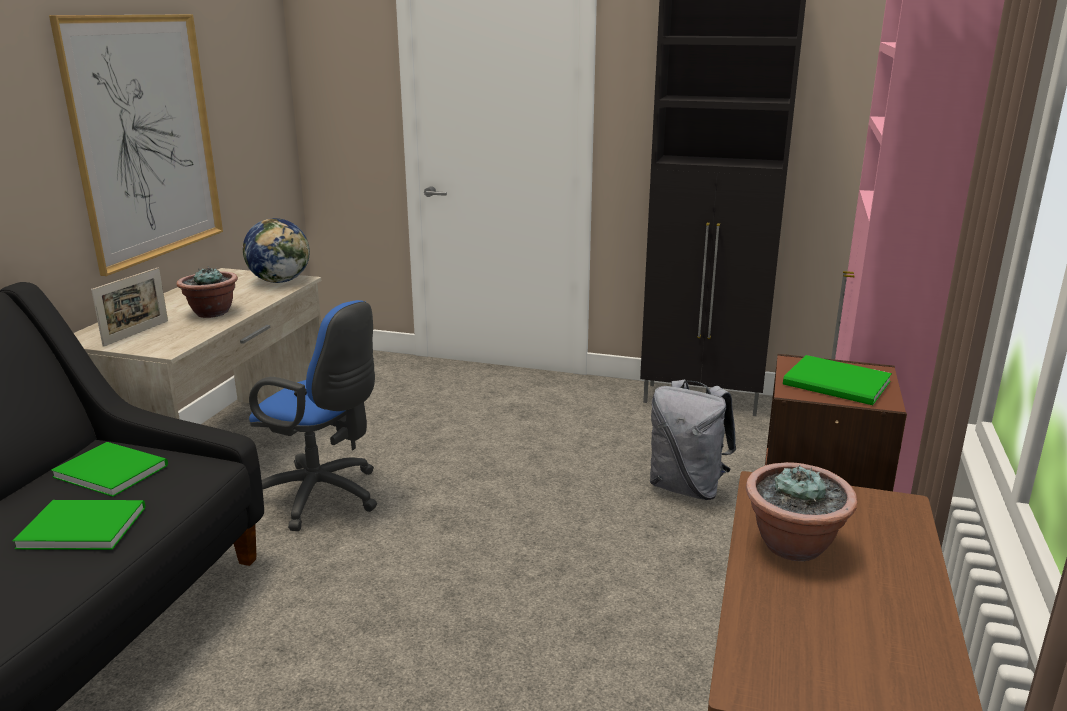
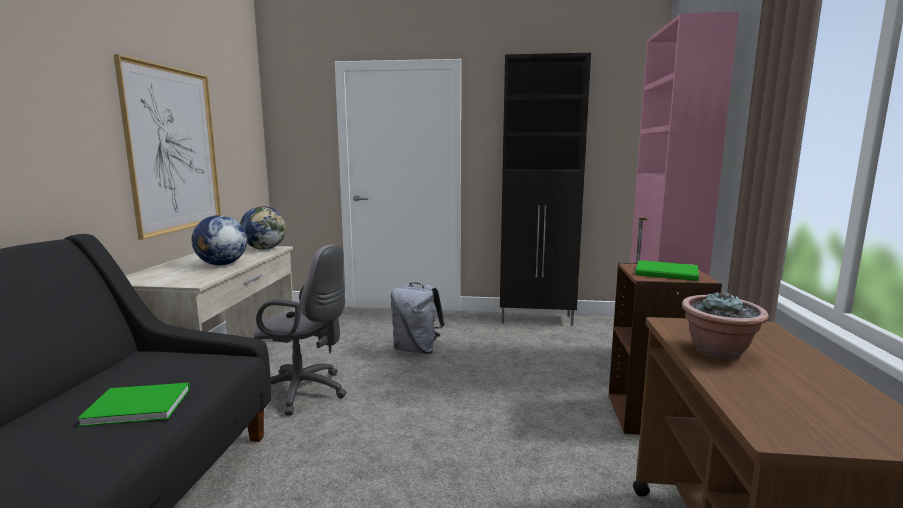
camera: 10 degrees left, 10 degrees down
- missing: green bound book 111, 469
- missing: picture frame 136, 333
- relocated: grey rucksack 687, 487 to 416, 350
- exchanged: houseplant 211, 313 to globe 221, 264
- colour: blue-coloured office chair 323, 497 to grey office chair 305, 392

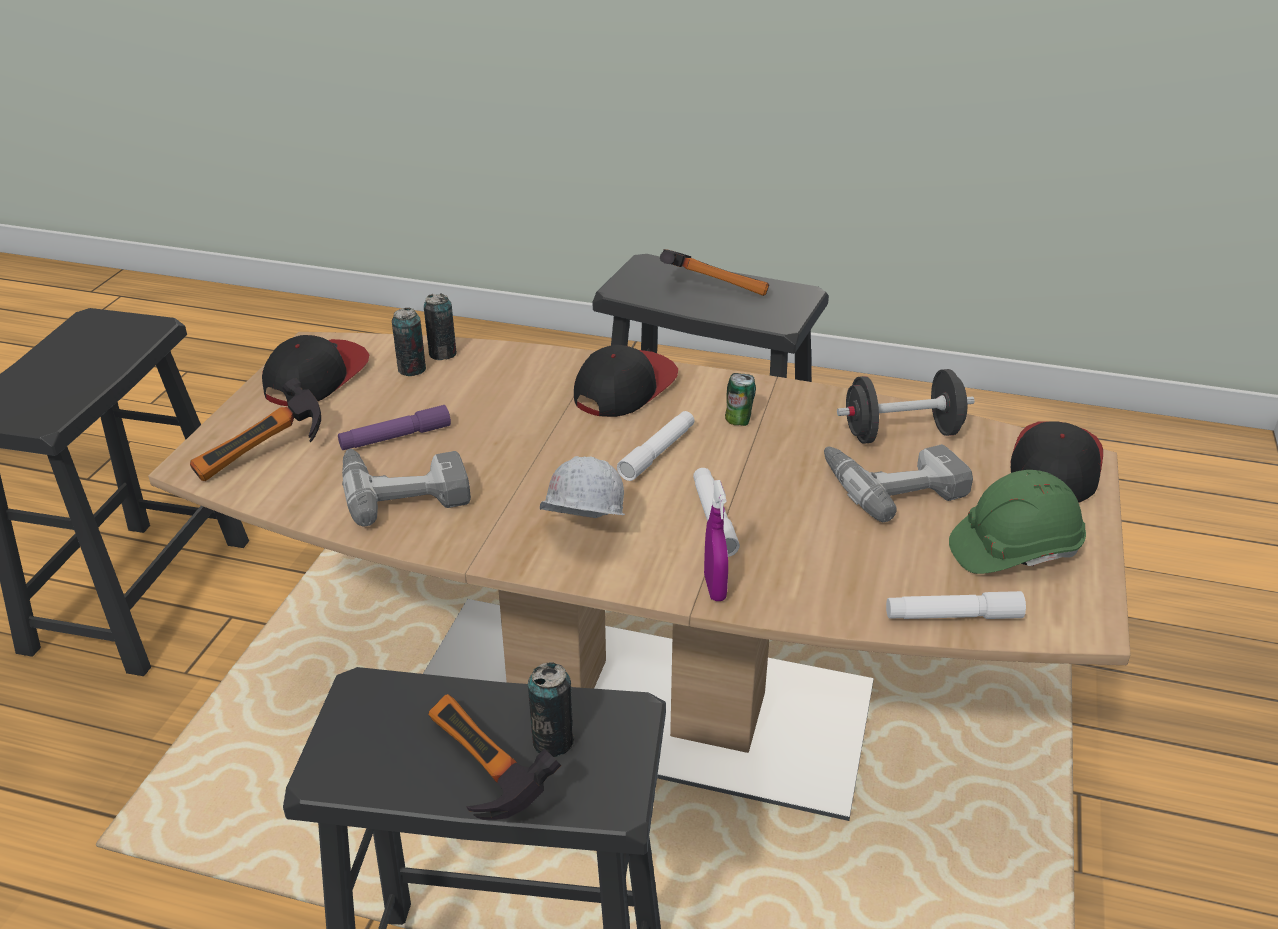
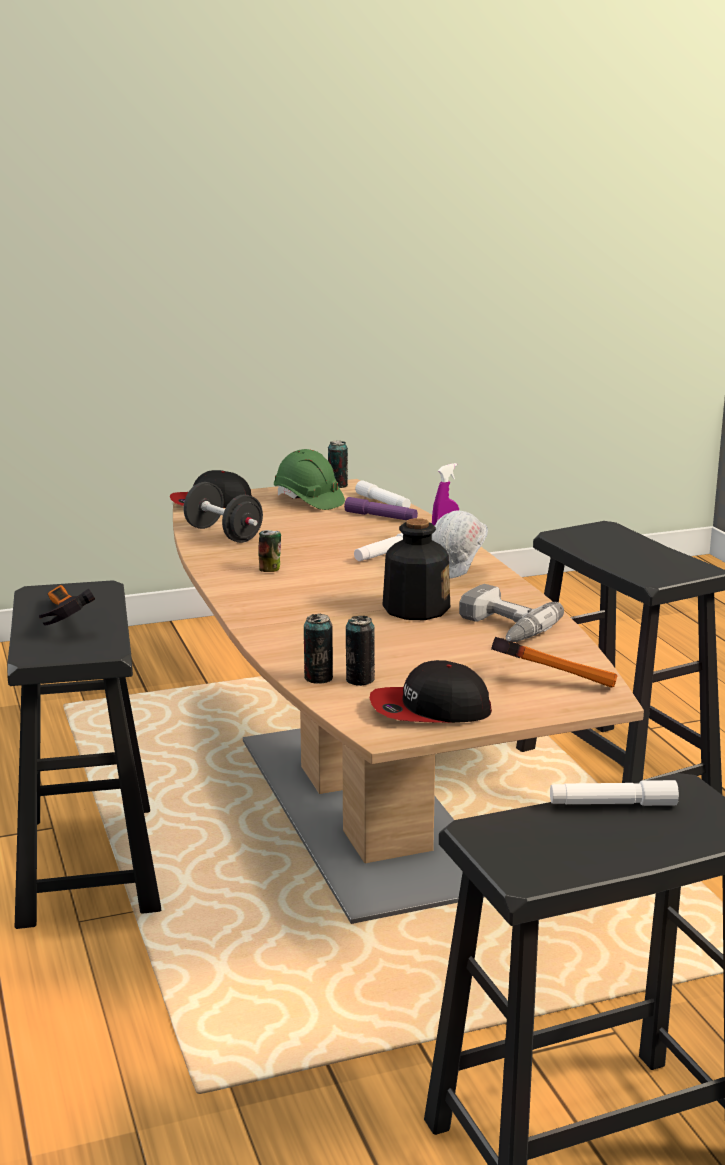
camera: 125 degrees left, 15 degrees down
- missing: tool hammer 476, 777
- missing: peaked cap 624, 387
- missing: drill 892, 483
- appeared: bottle 415, 608
- relocated: purple flashlight 395, 437 to 381, 517
- relocated: metal can 553, 741 to 337, 486
- relocated: white flashlight 657, 453 to 612, 804

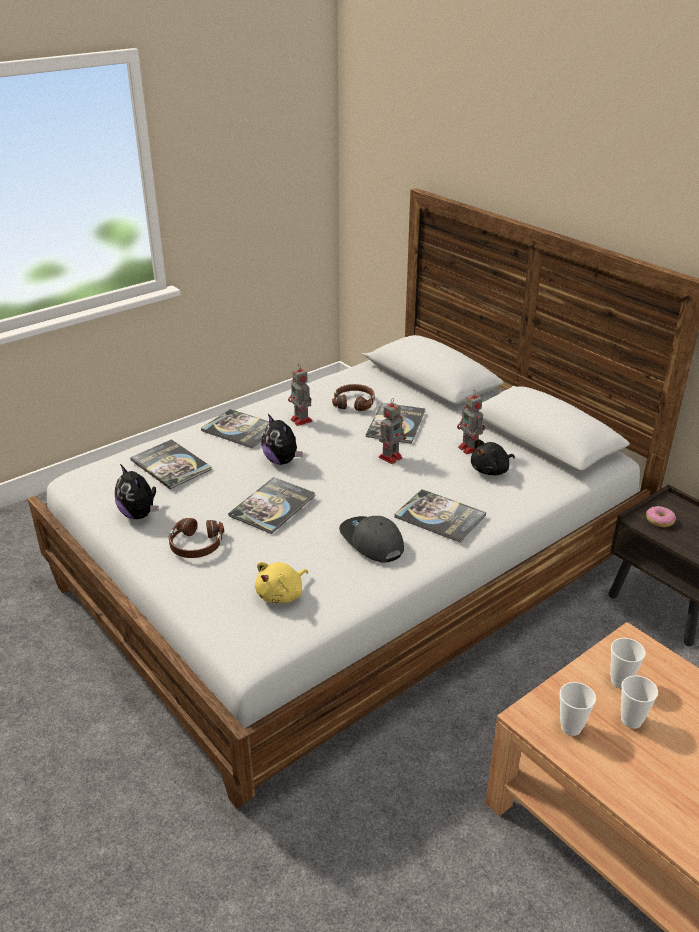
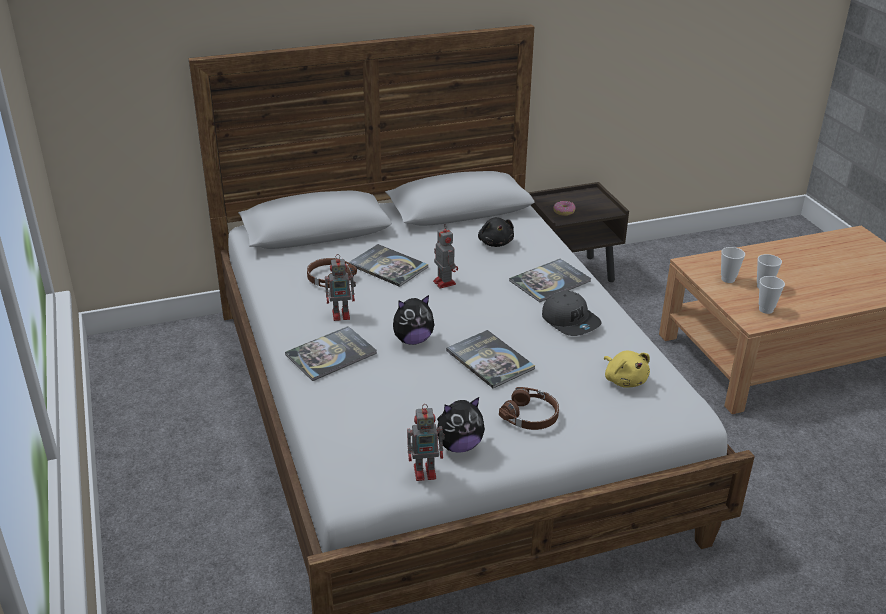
camera: 70 degrees left, 0 degrees up
- missing: bound book 171, 465
- relocated: toy robot 470, 449 to 426, 471
- spun: grey peaked cap 371, 542 = 570, 321 105 degrees counterclockwise

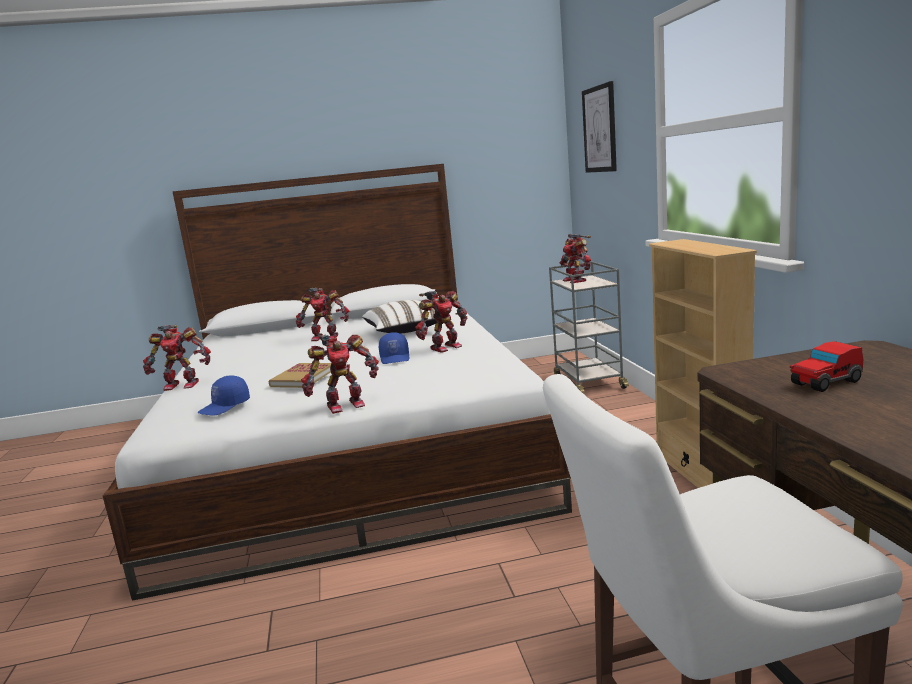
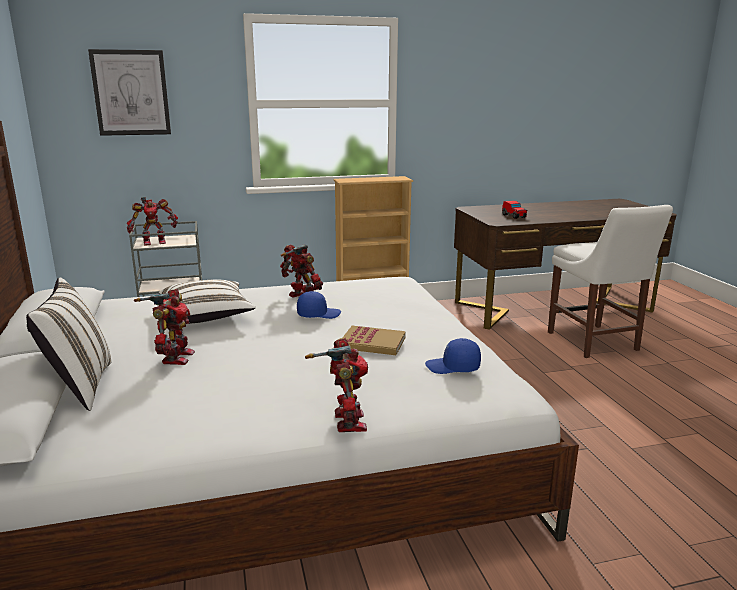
camera: 95 degrees left, 5 degrees up
- missing: toy robot 344, 405
- appeared: white throw pillow 79, 387
- spun: blue-coloured peaked cap 225, 407 = 453, 367 150 degrees clockwise

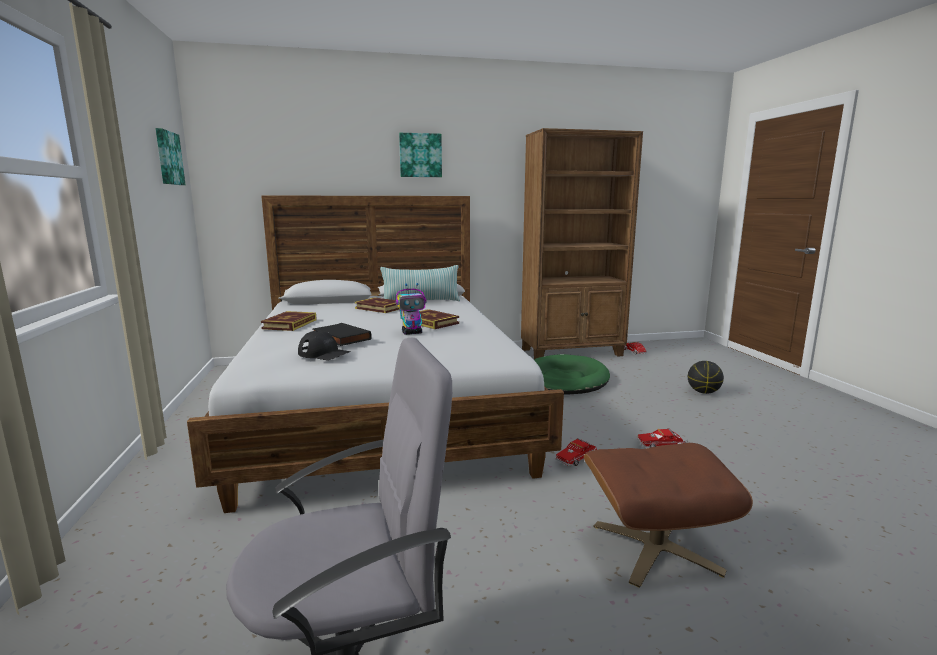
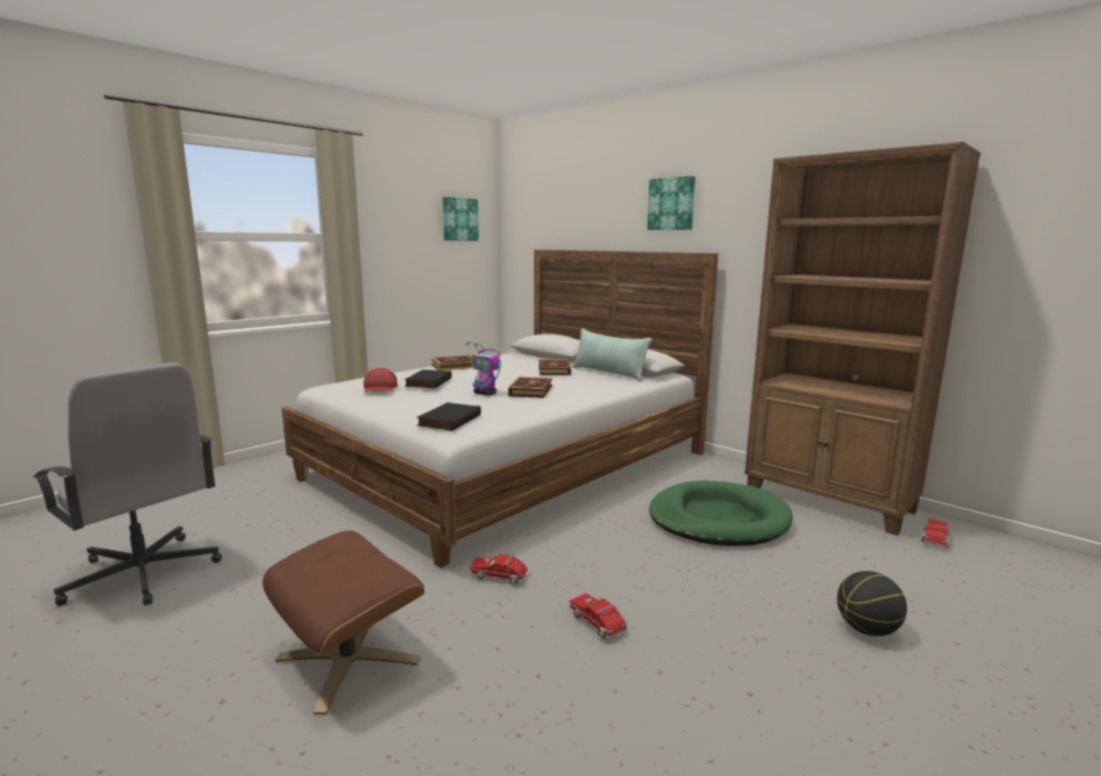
camera: 55 degrees right, 0 degrees up
- appeared: blackish bound book 448, 420
- colour: blackish peaked cap 324, 353 to red peaked cap 380, 388

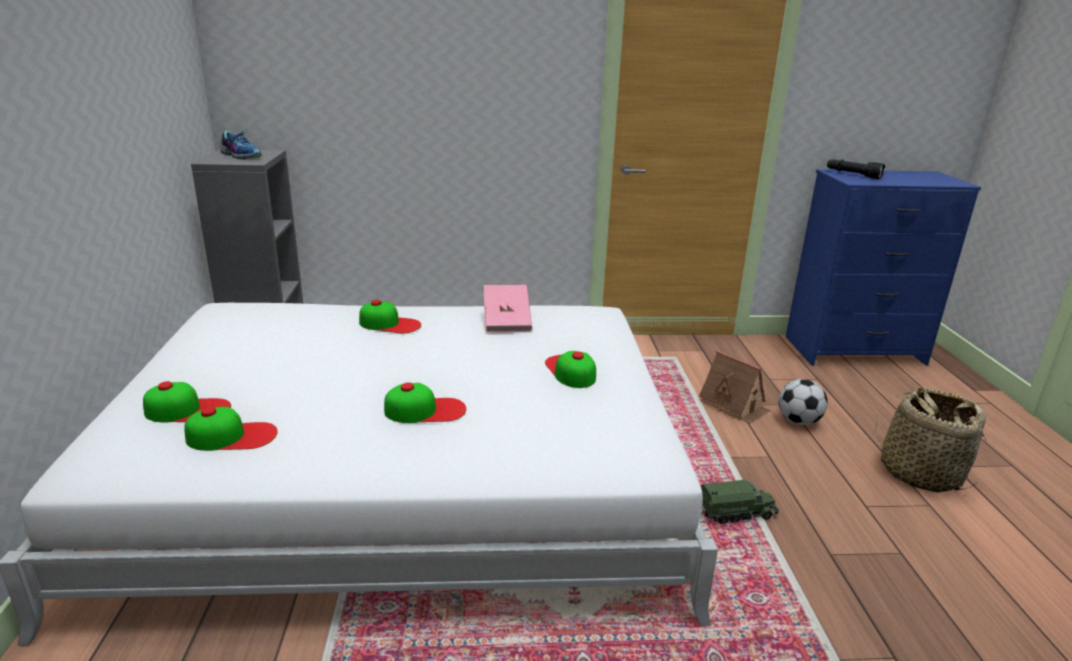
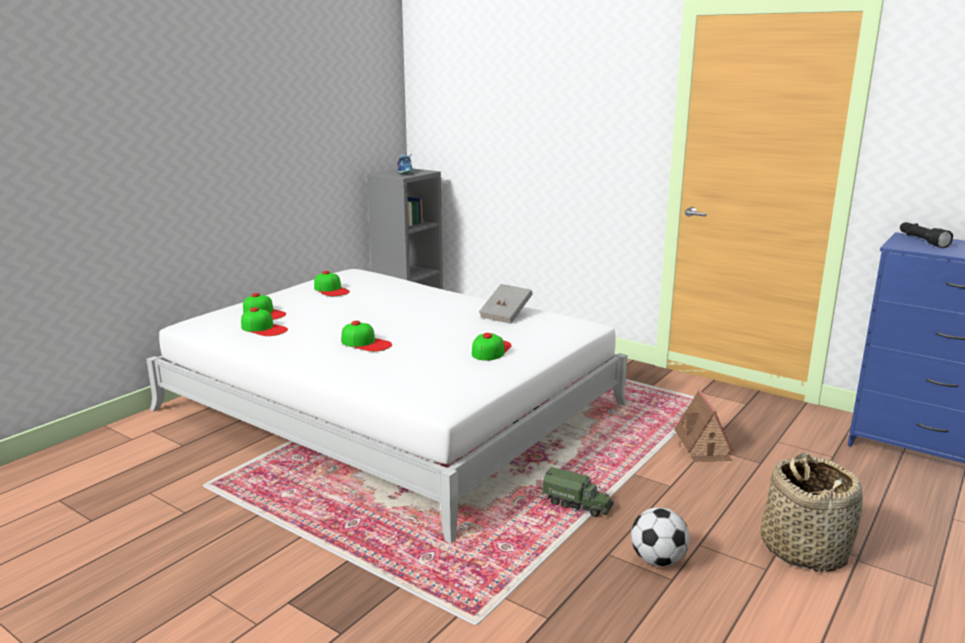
camera: 40 degrees right, 5 degrees down
- relocated: peaked cap 390, 324 to 331, 290
- relocated: football 798, 421 to 657, 560
- colour: pink bound book 507, 322 to grey bound book 506, 315

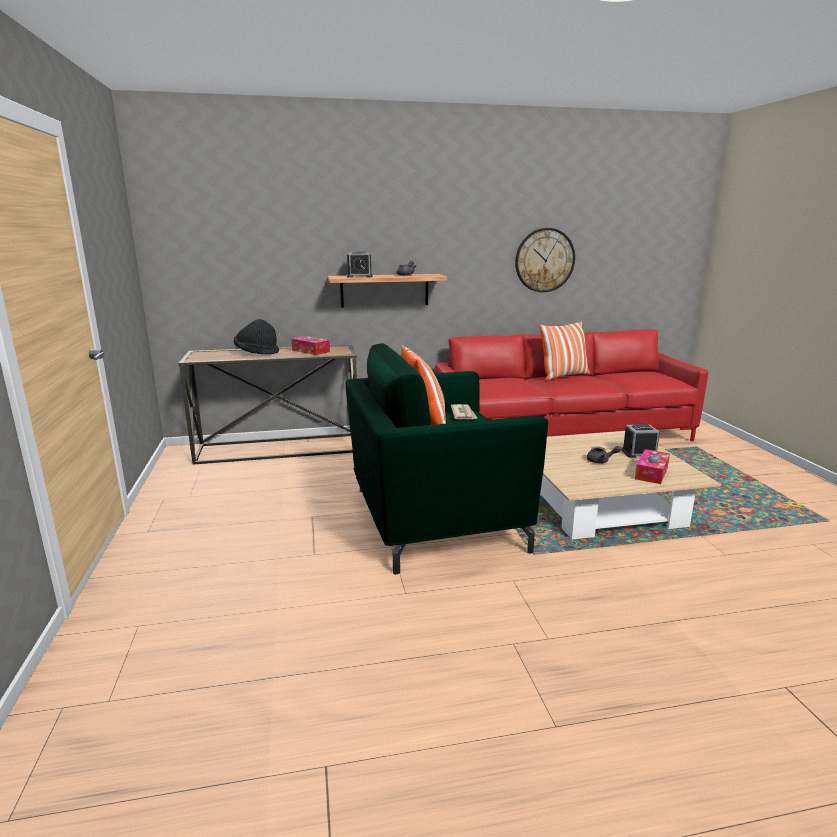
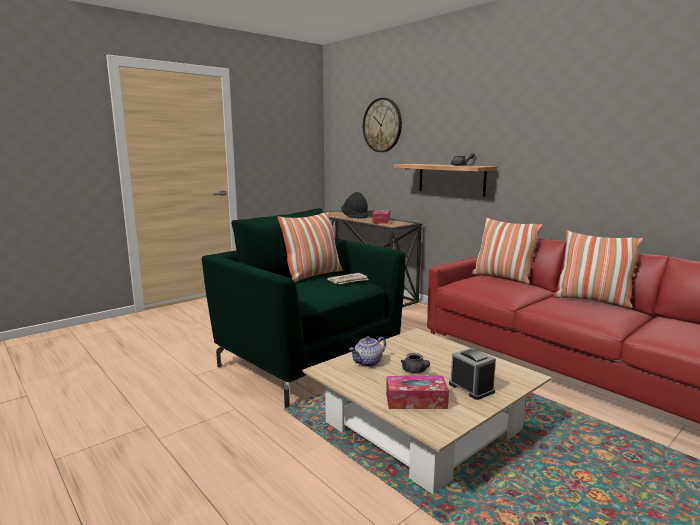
camera: 60 degrees right, 5 degrees down
- missing: bedside clock 359, 276
- appeared: tea pot 368, 363
- appeared: throw pillow 502, 278
- relocated: wall clock 544, 260 to 382, 125

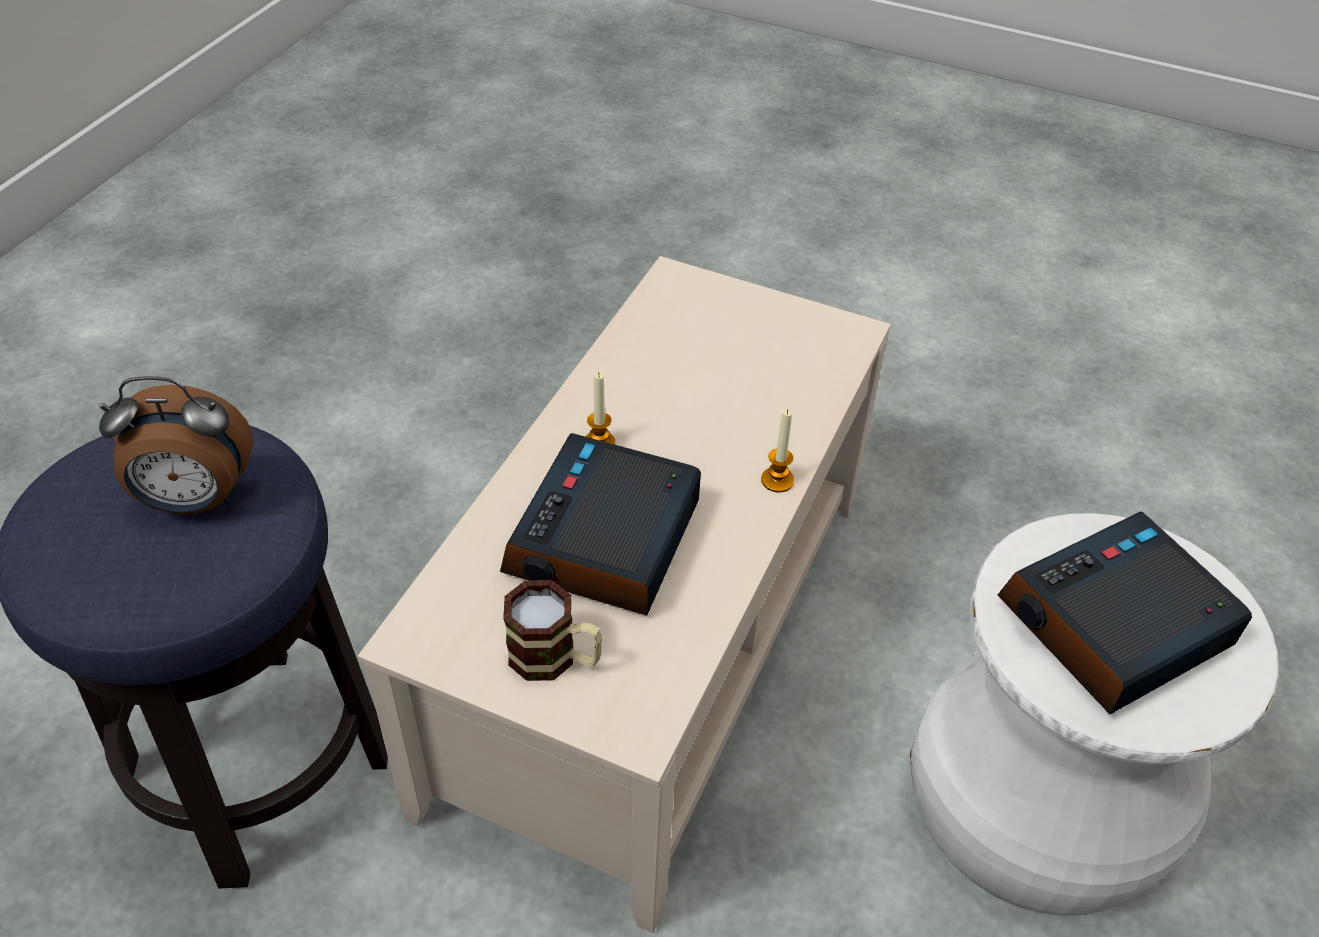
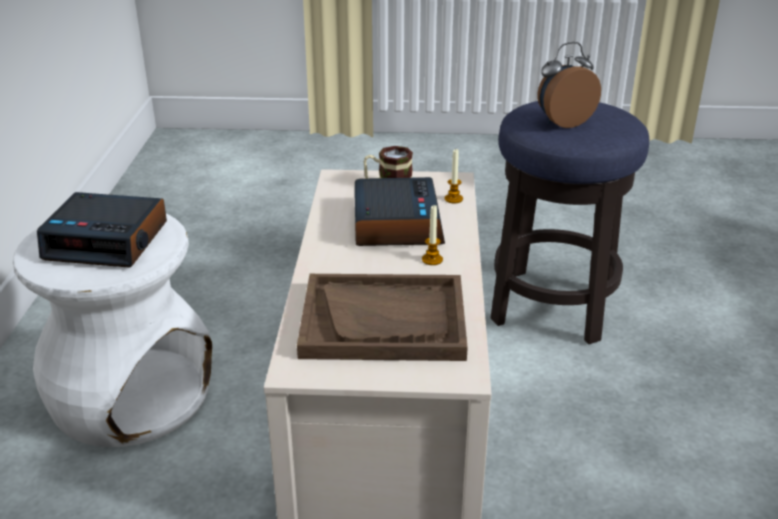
camera: 160 degrees right, 15 degrees down
- appeared: brownish tray 384, 321
- relocated: candle 777, 480 to 453, 199
- spun: bedside clock 1113, 626 = 108, 241 60 degrees clockwise

